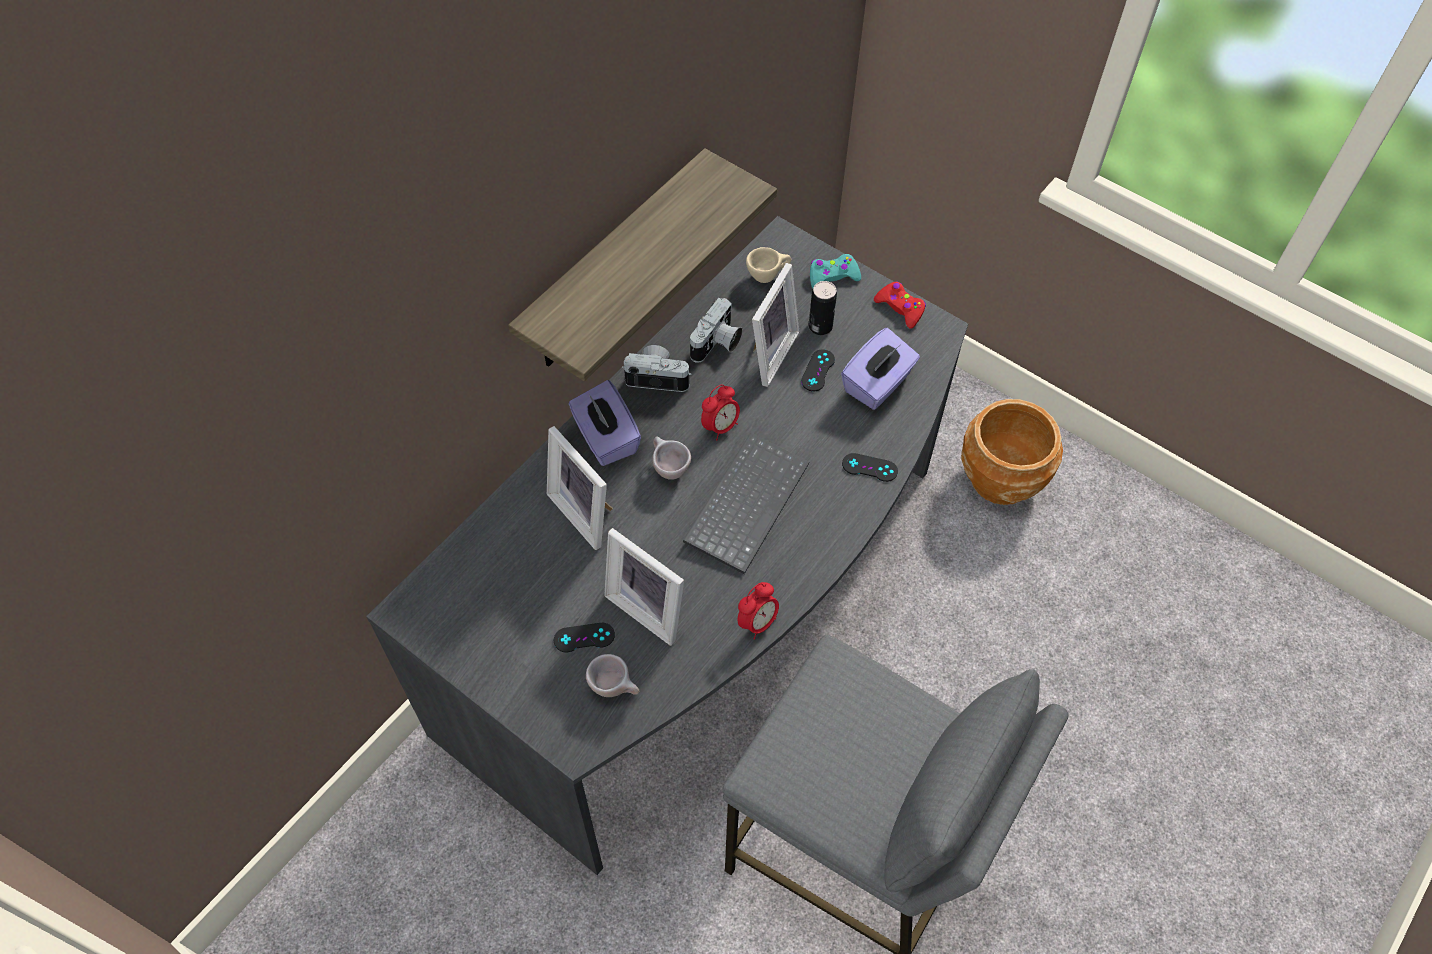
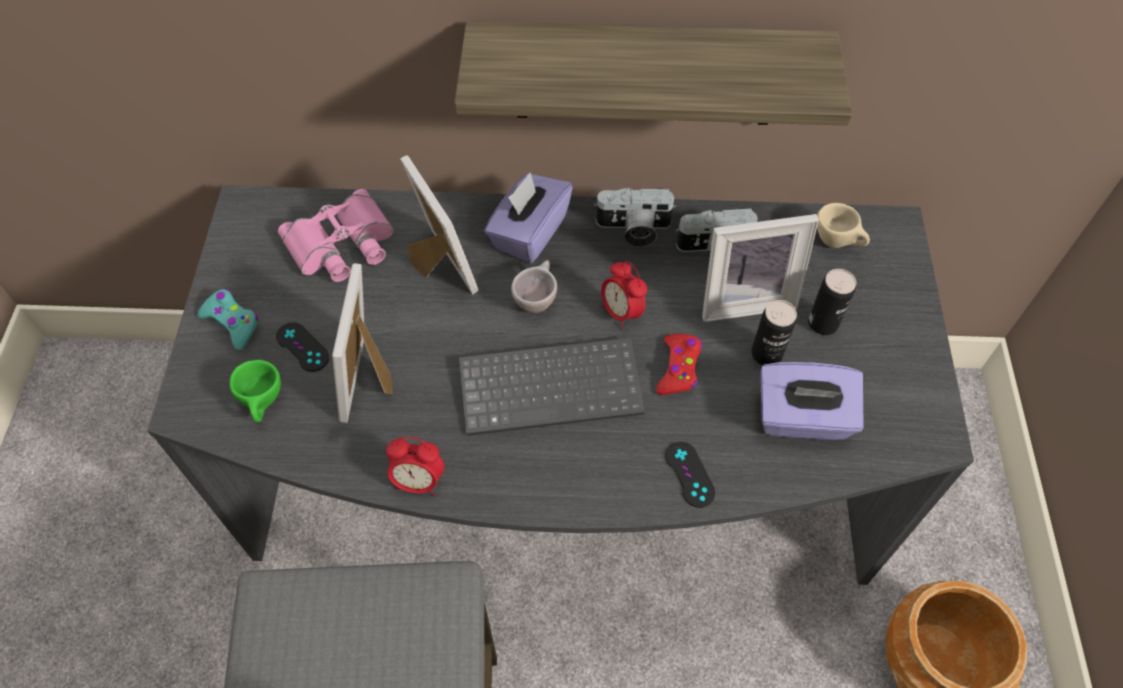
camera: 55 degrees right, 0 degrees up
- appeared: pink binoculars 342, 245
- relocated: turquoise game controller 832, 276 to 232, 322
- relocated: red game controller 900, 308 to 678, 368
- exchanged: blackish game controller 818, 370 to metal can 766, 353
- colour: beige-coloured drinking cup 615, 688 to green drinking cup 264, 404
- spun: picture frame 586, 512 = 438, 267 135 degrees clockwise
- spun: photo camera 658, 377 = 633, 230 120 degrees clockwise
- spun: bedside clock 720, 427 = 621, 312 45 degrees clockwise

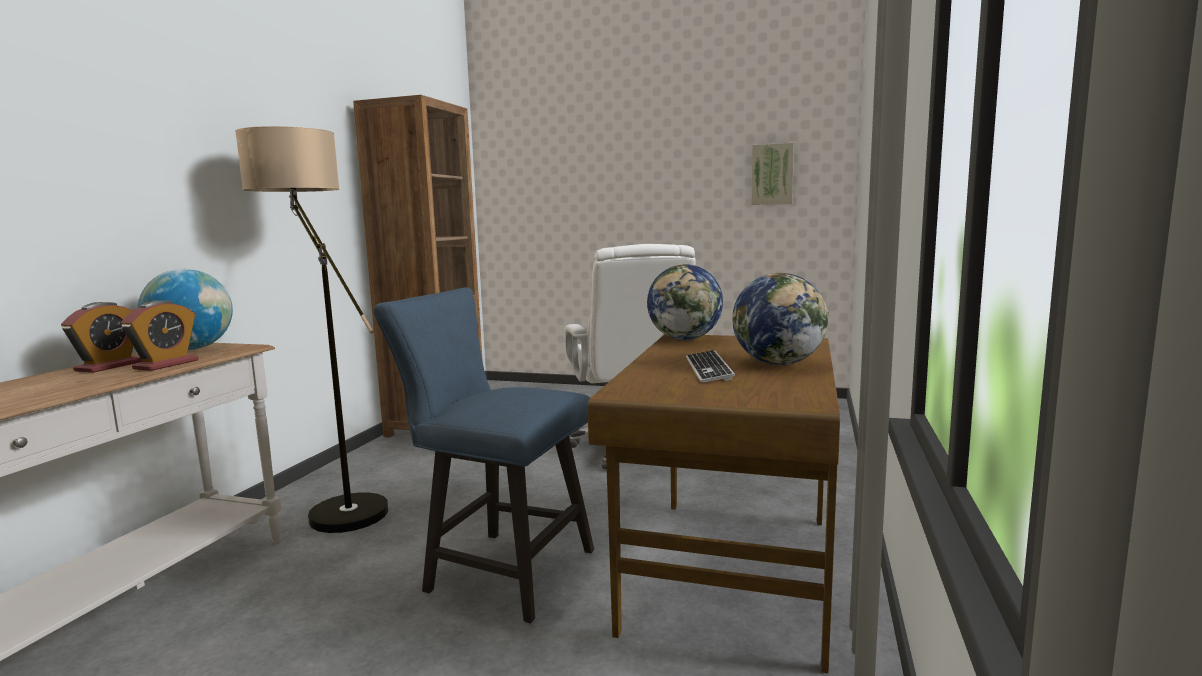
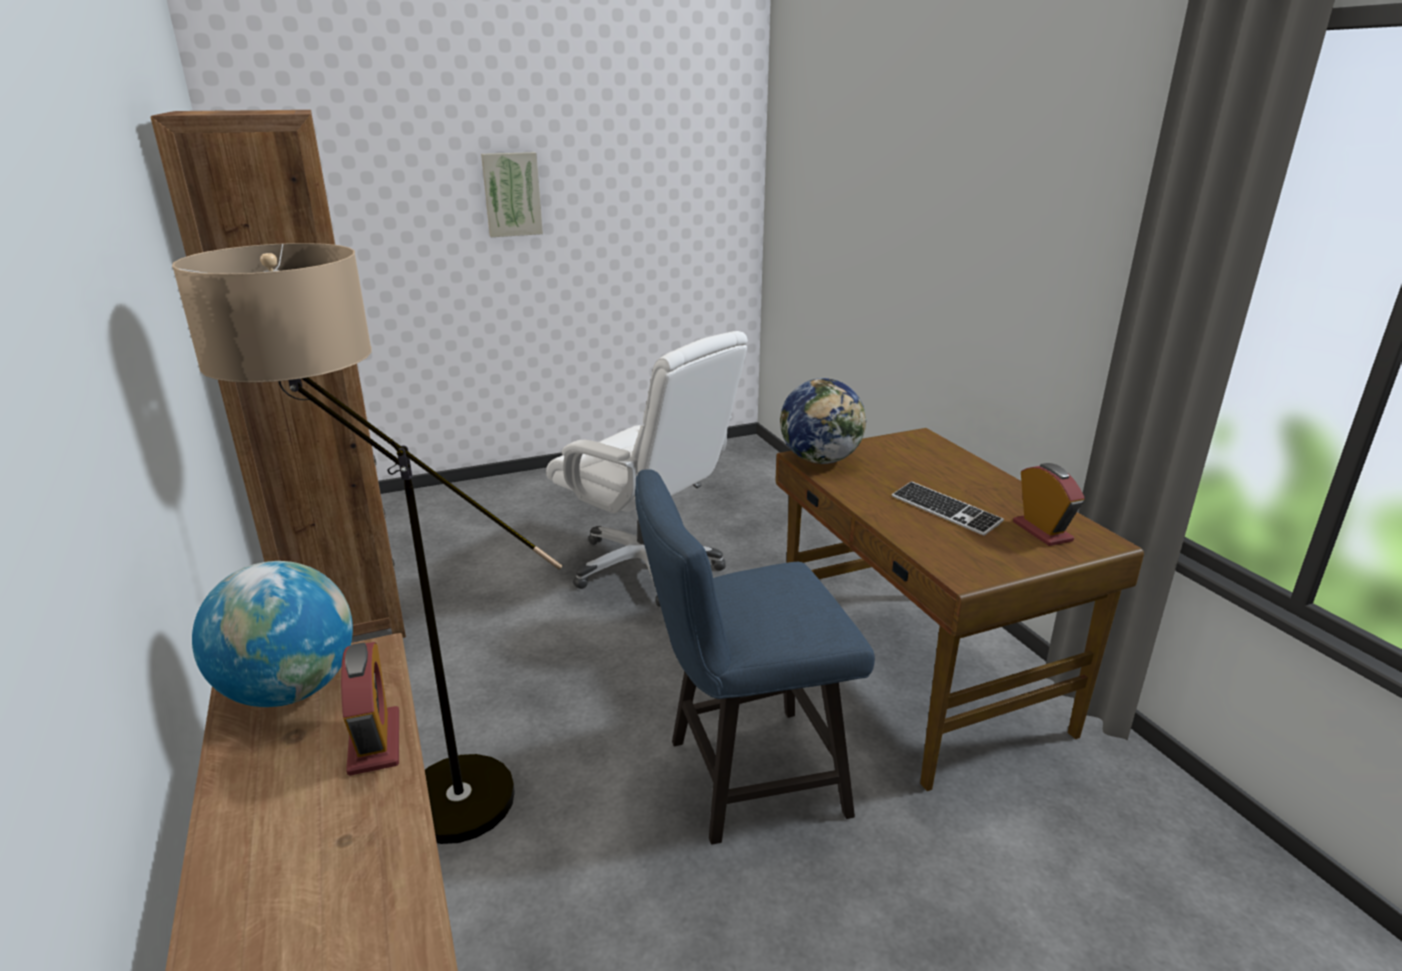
camera: 40 degrees left, 15 degrees up
- missing: globe 779, 363
- relocated: bedside clock 109, 366 to 1042, 531
- relocated: picture 772, 174 to 512, 194

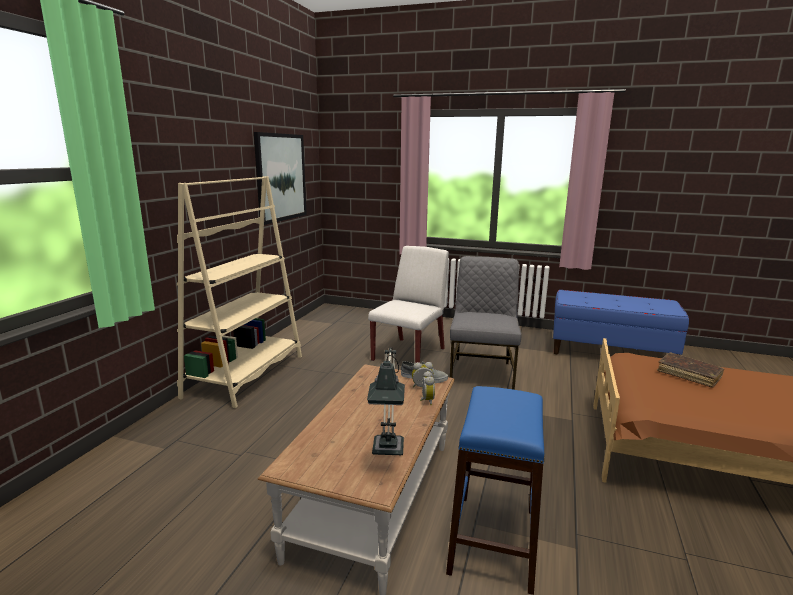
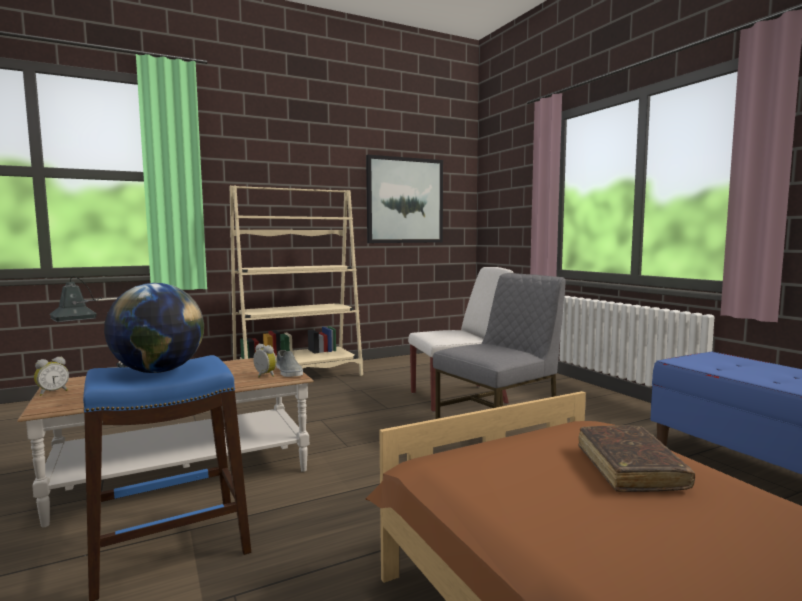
camera: 45 degrees right, 10 degrees down
- appeared: globe 158, 371
- relocated: bedside clock 426, 401 to 52, 392

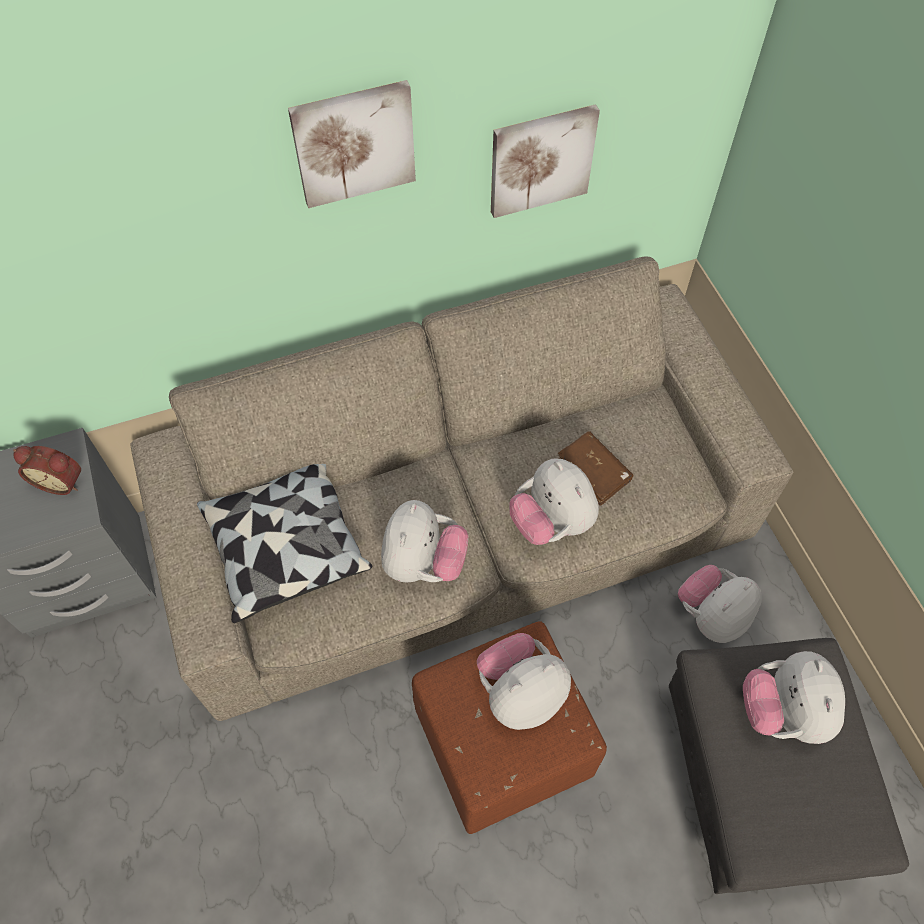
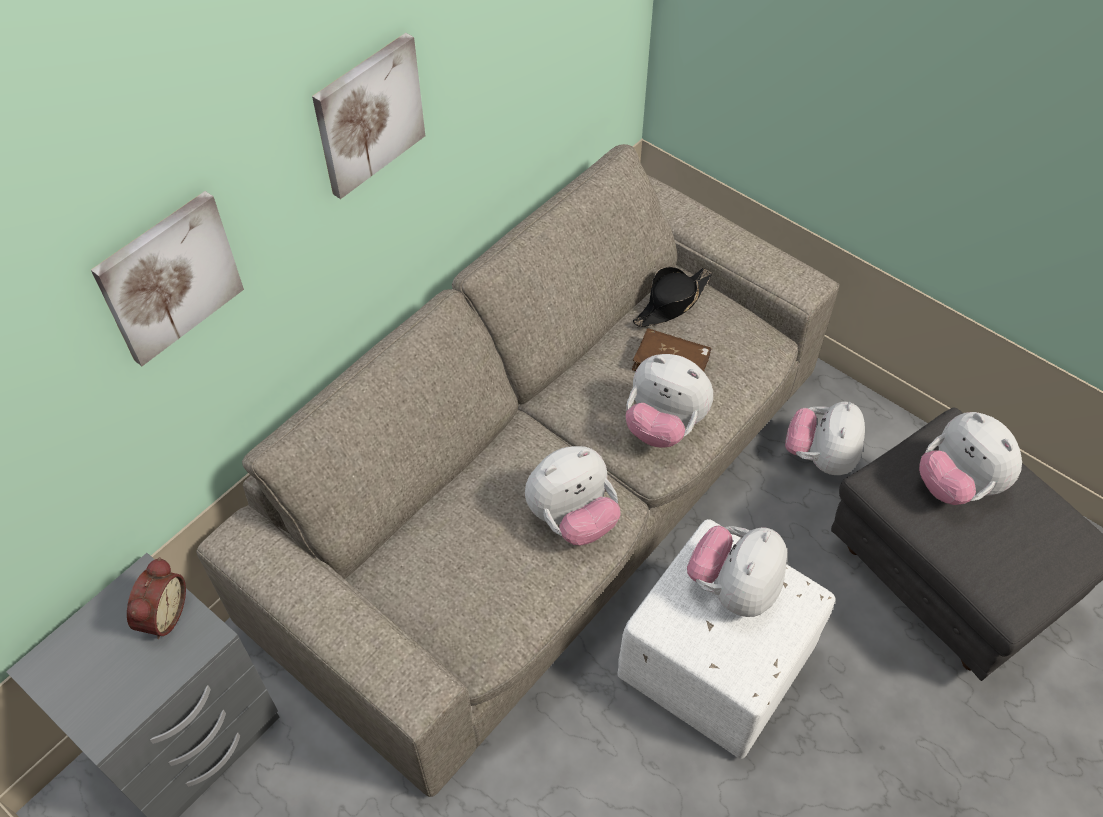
camera: 30 degrees left, 5 degrees down
- missing: throw pillow 285, 547
- appeared: blackish clothing hat 672, 303
- relocated: picture 541, 160 to 168, 277
- colour: brownish footrest 501, 744 to white footrest 715, 666
- spun: bedside clock 61, 480 = 161, 614 60 degrees counterclockwise
- spun: plush toy 423, 562 = 572, 518 75 degrees clockwise

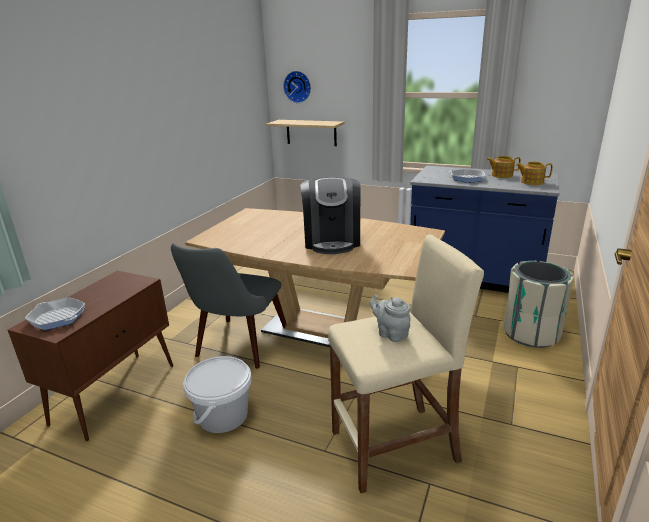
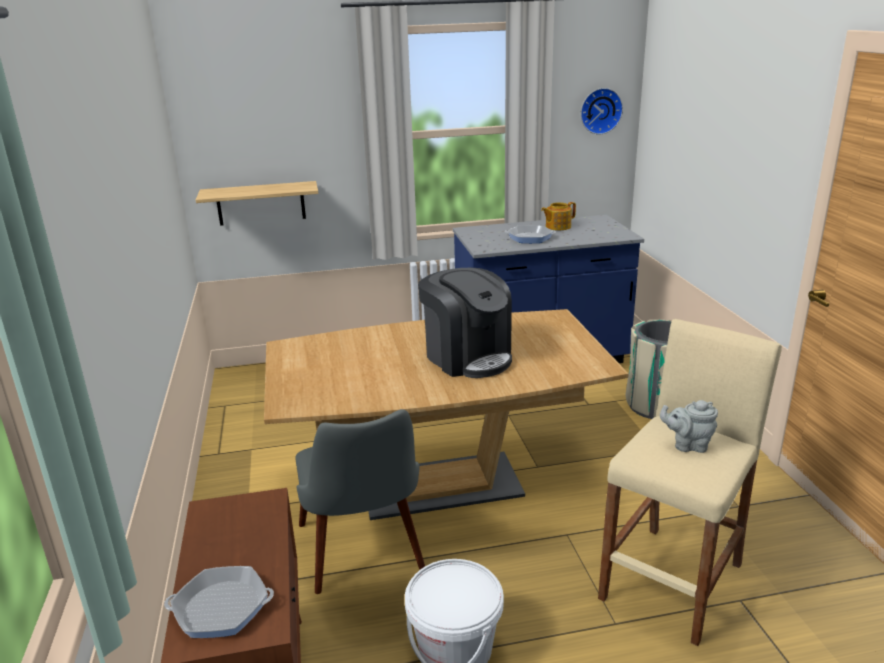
camera: 35 degrees left, 0 degrees up
- missing: tea pot 531, 182
- relocated: wall clock 298, 86 to 600, 111

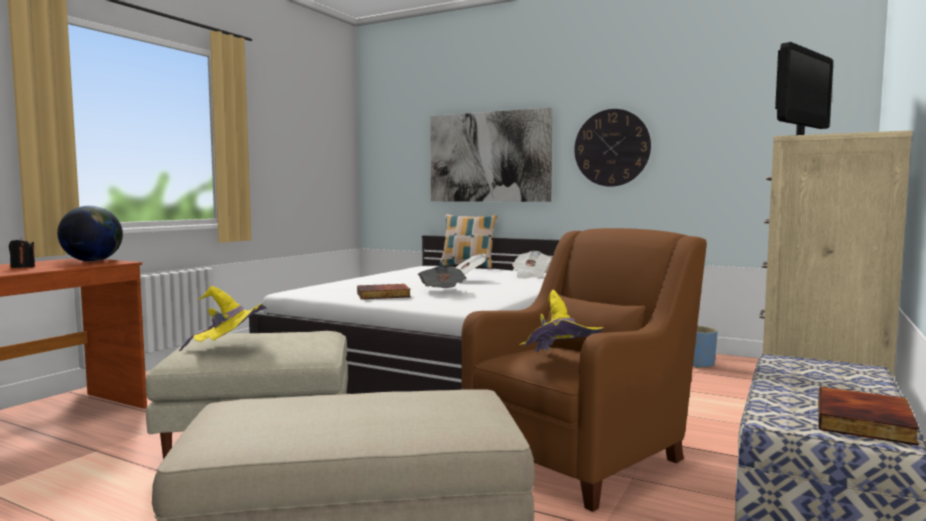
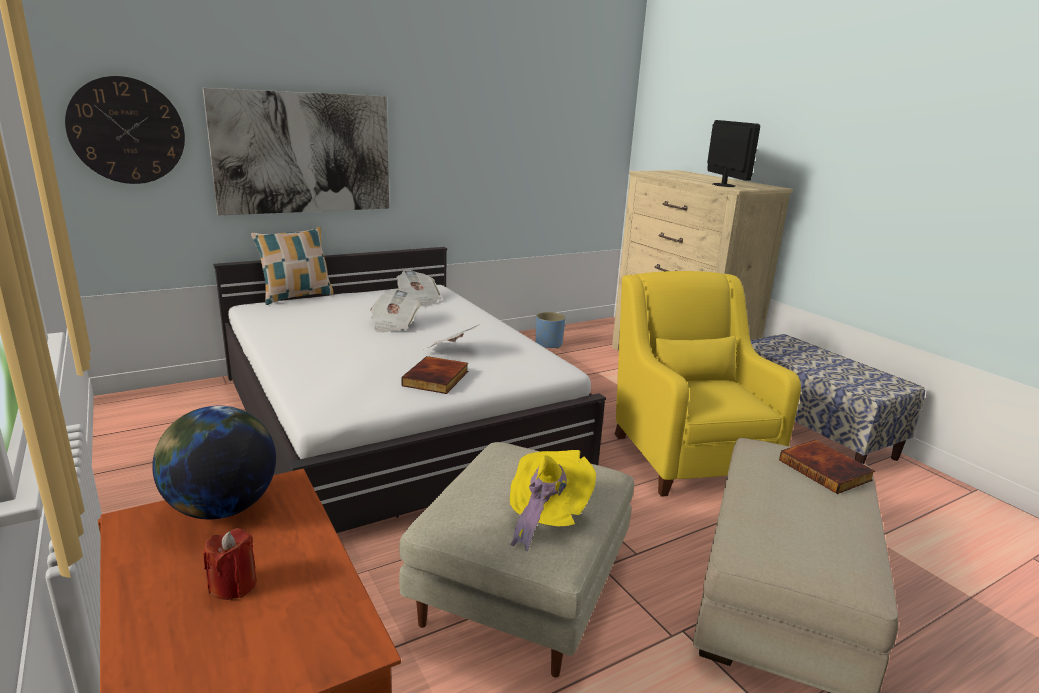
camera: 60 degrees left, 15 degrees up
- missing: yellowish clothing hat 558, 364
- relocated: wall clock 612, 148 to 127, 131
- relocated: bound book 866, 421 to 826, 470
- colour: blackish candle 23, 267 to red candle 233, 585
- colour: brownish armchair 581, 454 to yellowish armchair 686, 454

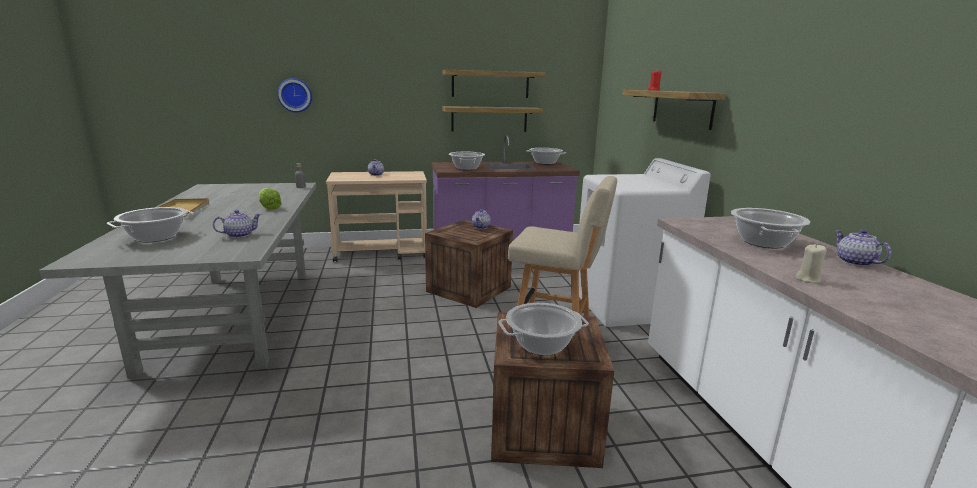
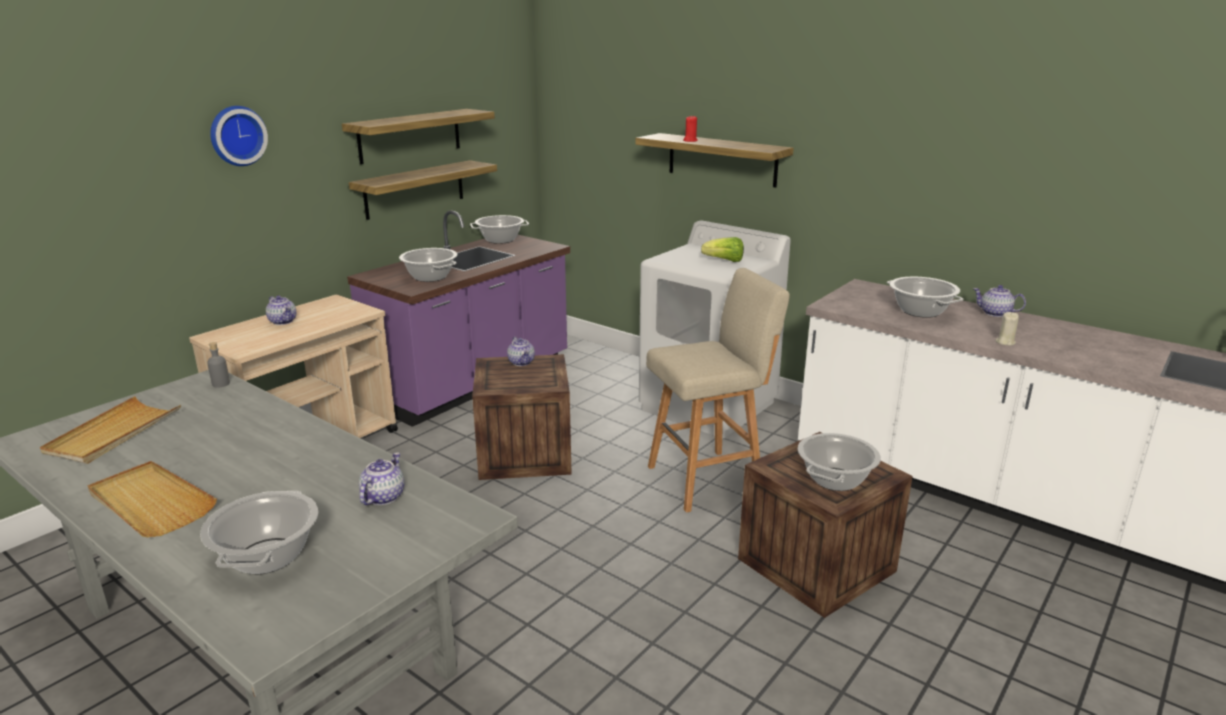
camera: 40 degrees left, 5 degrees up
- appeared: beige-coloured tray 113, 433
- relocated: lettuce head 269, 207 to 724, 261
- relocated: wall clock 295, 95 to 236, 135

